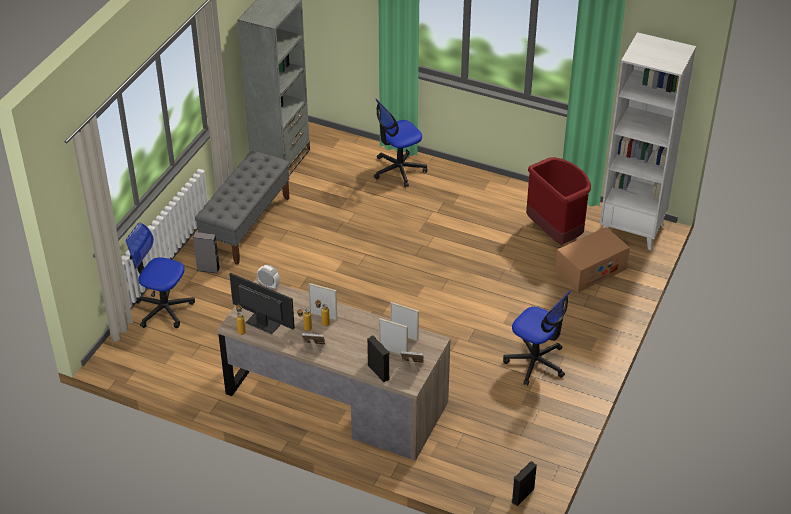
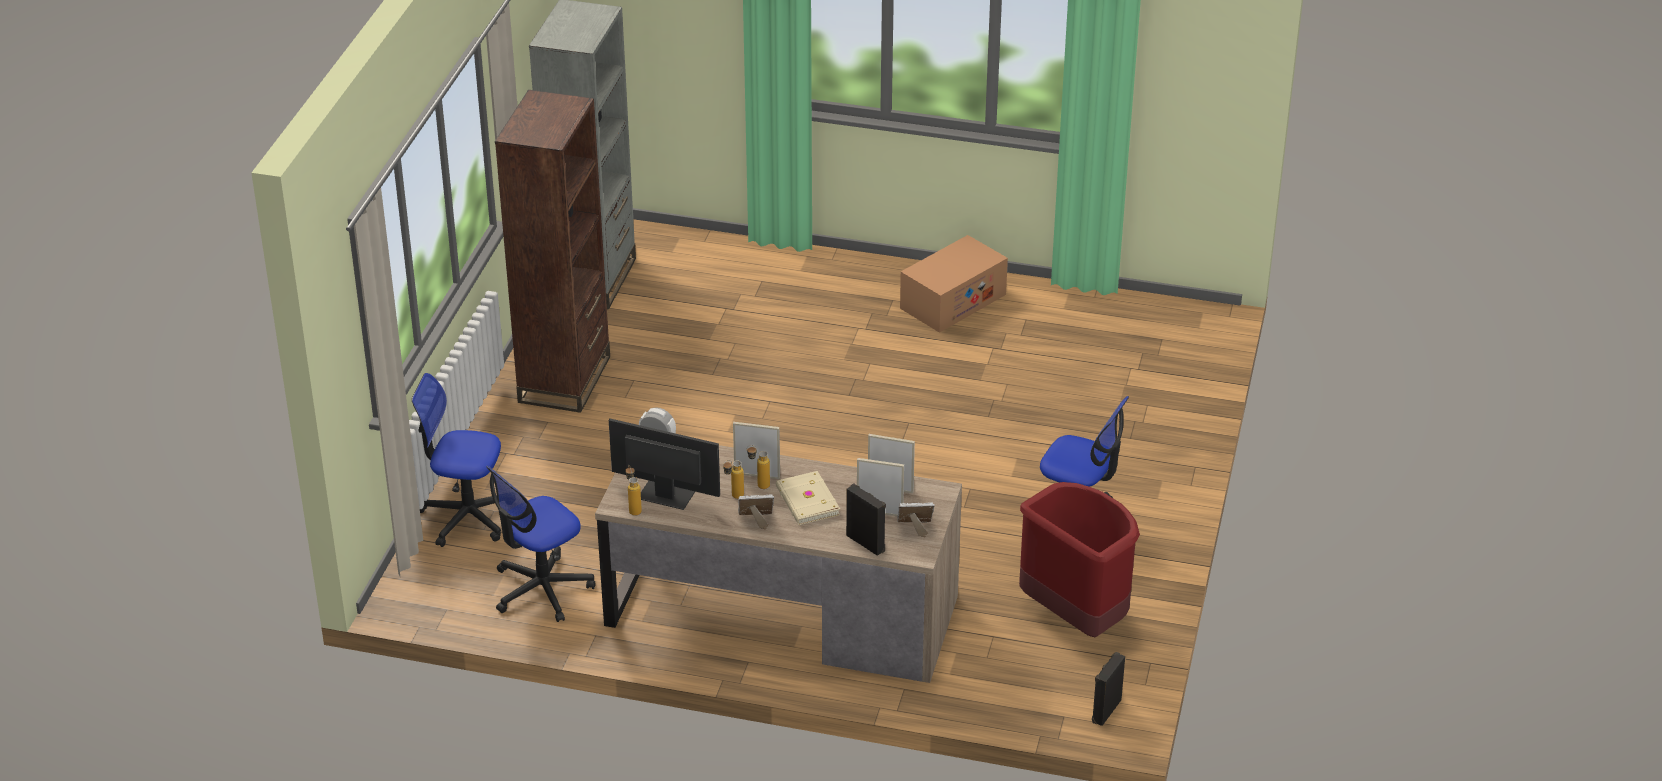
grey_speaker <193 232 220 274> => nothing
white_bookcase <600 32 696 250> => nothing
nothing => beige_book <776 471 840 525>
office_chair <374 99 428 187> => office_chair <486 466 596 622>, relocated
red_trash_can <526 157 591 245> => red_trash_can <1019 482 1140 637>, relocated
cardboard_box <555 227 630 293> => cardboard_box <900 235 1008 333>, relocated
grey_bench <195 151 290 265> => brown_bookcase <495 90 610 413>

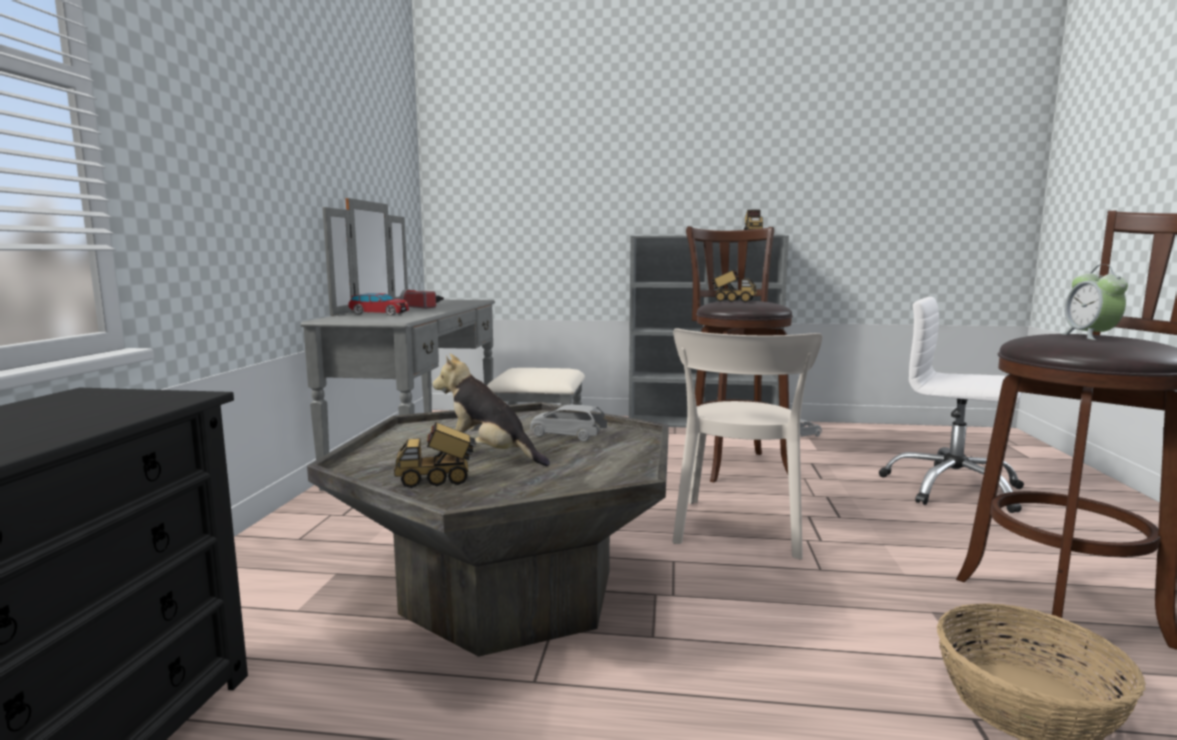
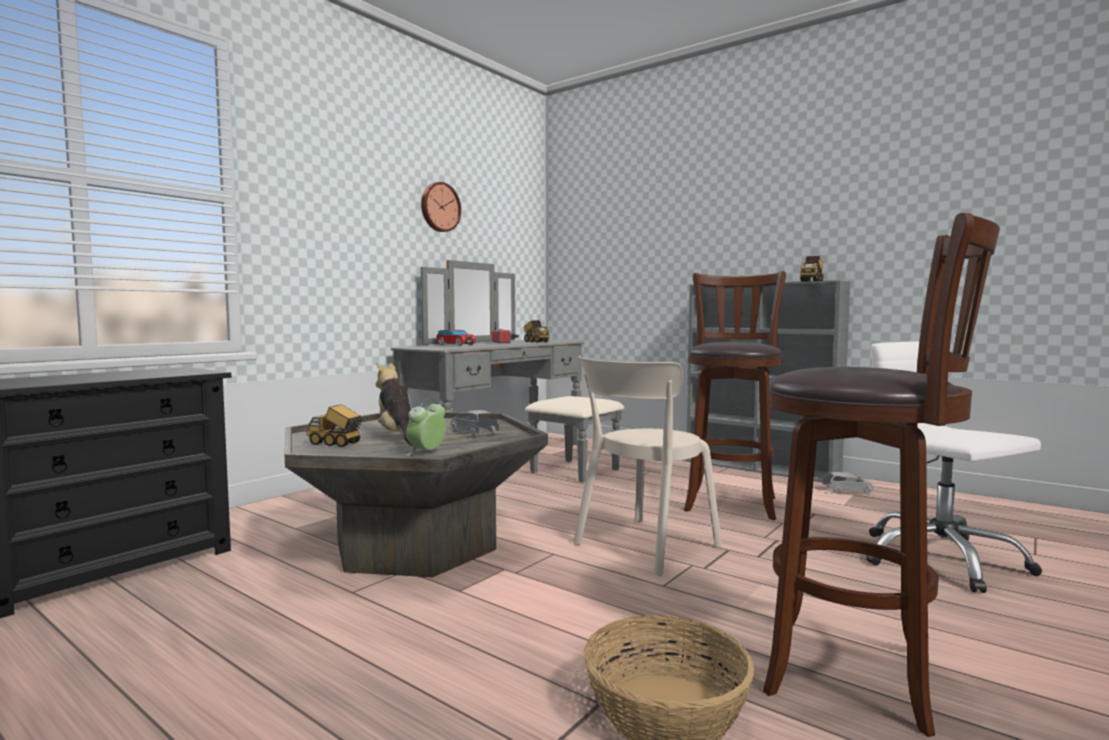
nothing => wall_clock <421 182 461 232>
toy_truck <711 270 757 303> => toy_truck <524 320 550 343>, relocated
alarm_clock <1060 264 1128 340> => alarm_clock <406 398 446 456>, relocated

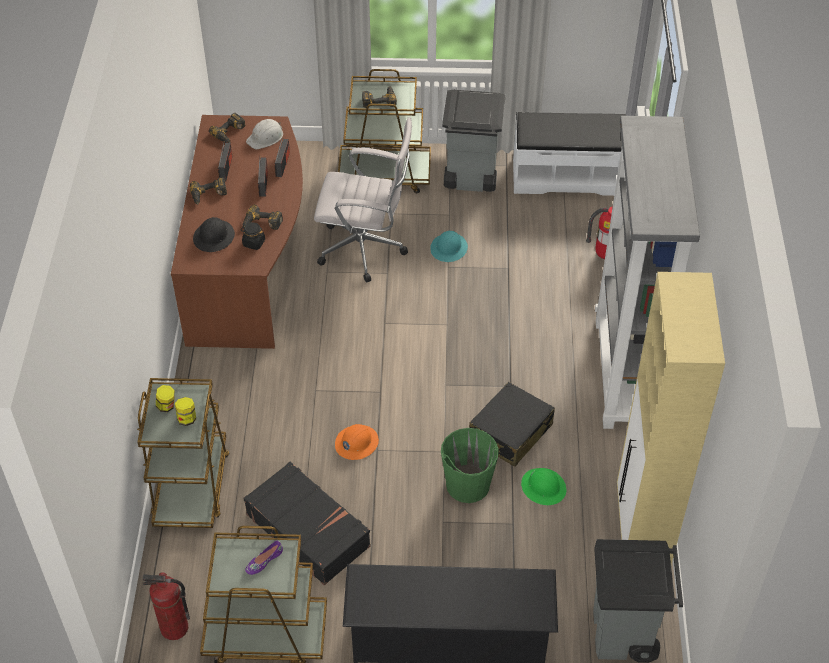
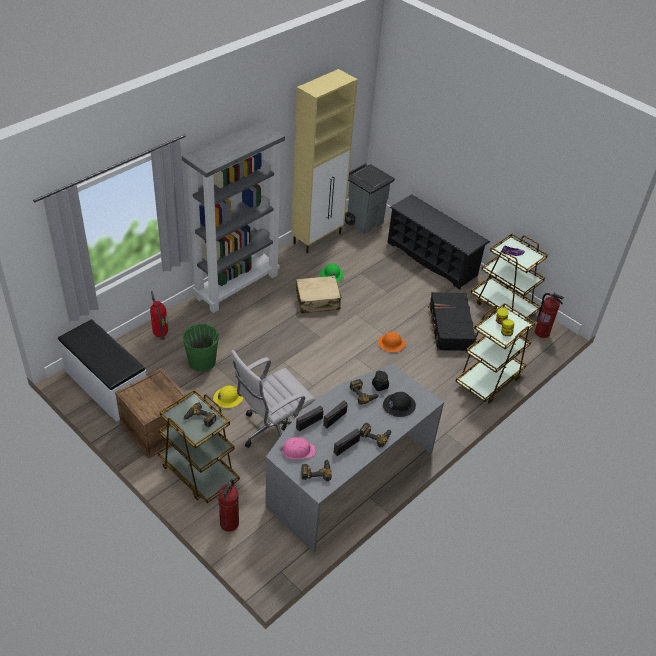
nothing => fire_extinguisher <218 479 239 532>
green_bucket <441 428 499 503> => green_bucket <183 324 219 372>, relocated
grey_trash_can <442 90 506 192> => crate <115 368 188 459>
brown_desk <171 115 303 349> => grey_desk <265 364 444 552>
white_hard_hat <246 119 283 149> => pink_hard_hat <280 437 315 460>
turquoise_hard_hat <430 231 468 262> => yellow_hard_hat <213 386 243 408>
black_suitcase <469 382 555 466> => beige_suitcase <296 276 342 313>
white_office_chair <314 117 412 282> => white_office_chair <231 350 316 448>, 90 degrees counterclockwise

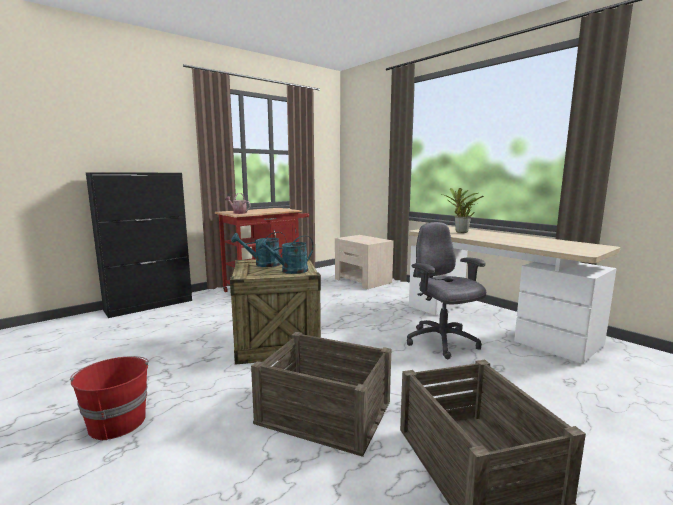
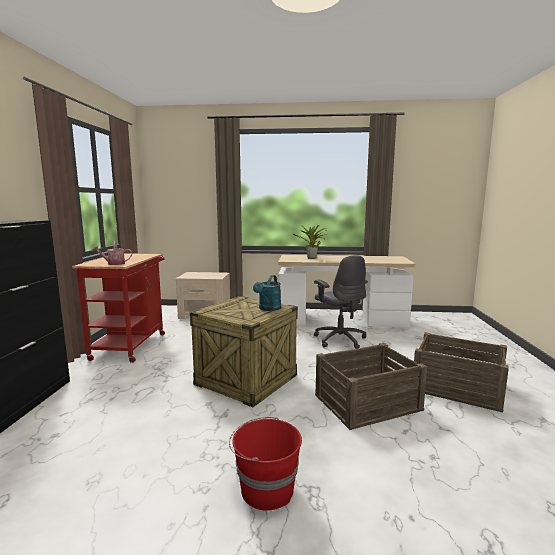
turquoise_watering_can <231 232 286 267> => nothing
grey_office_chair <407 222 486 359> => grey_office_chair <314 255 368 349>, 135 degrees counterclockwise

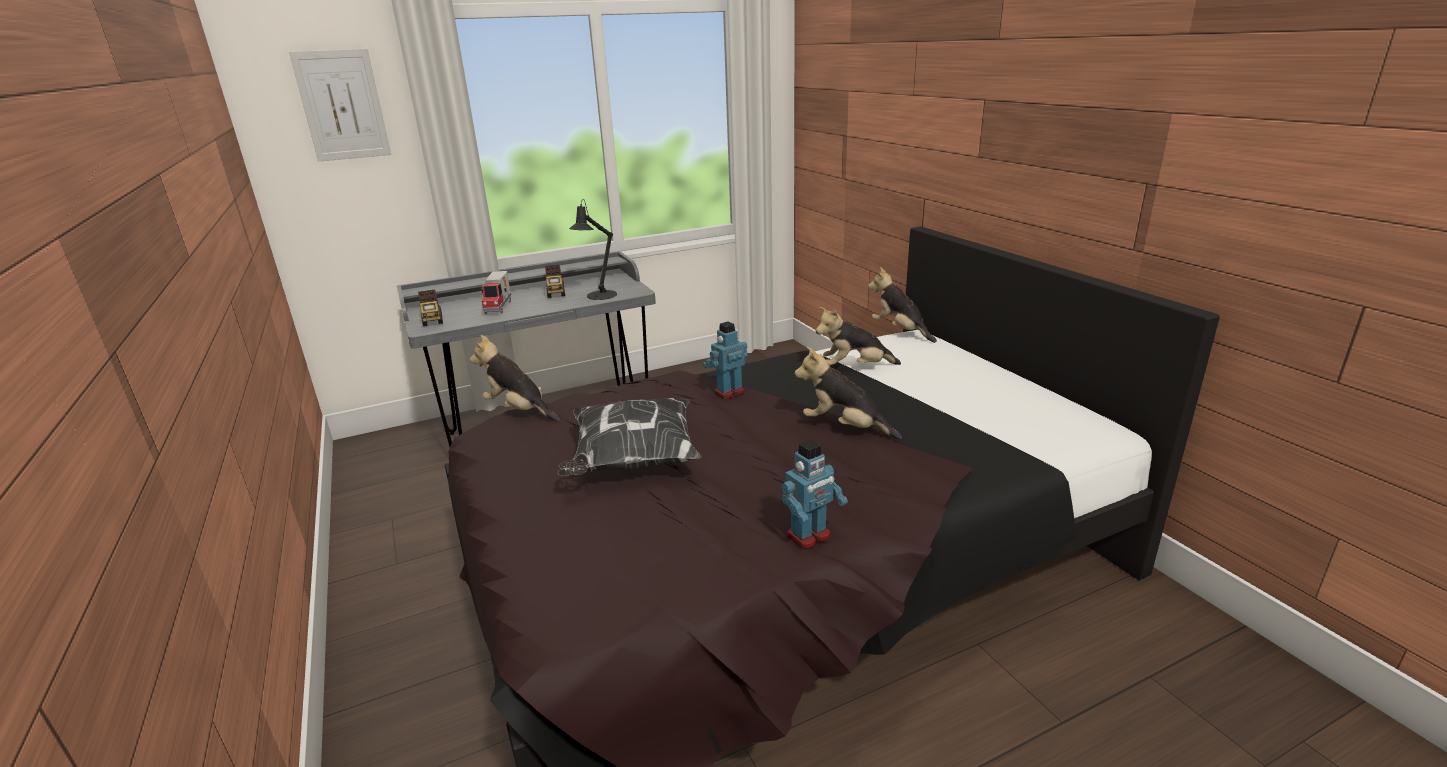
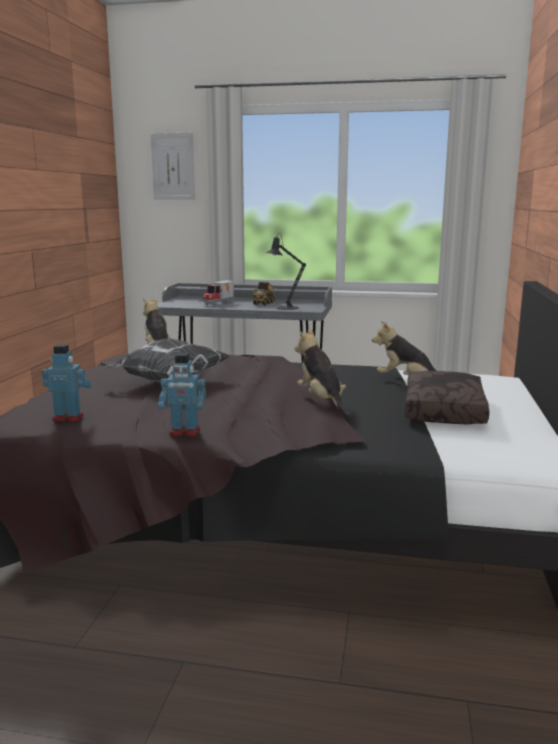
toy_truck <418 290 443 326> => nothing
plush_toy <868 267 937 343> => nothing
nothing => brown_pillow <405 371 489 424>
toy_robot <702 321 748 399> => toy_robot <42 344 91 422>, relocated

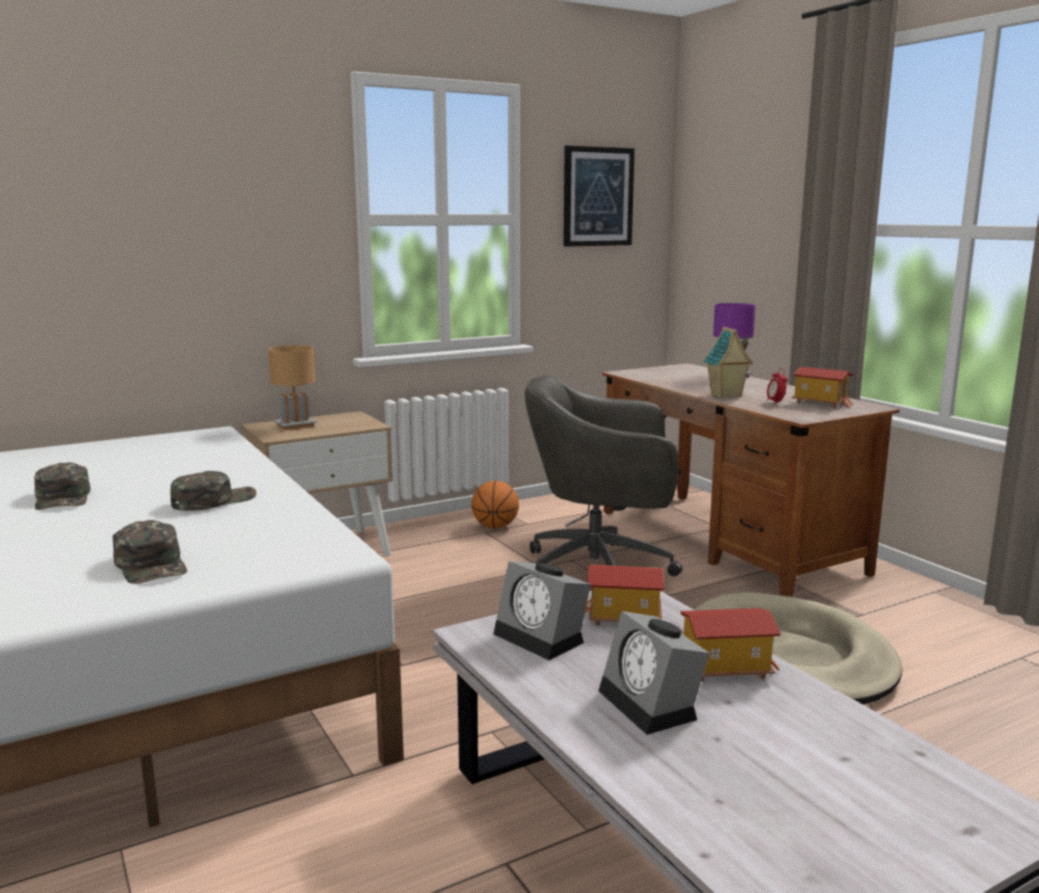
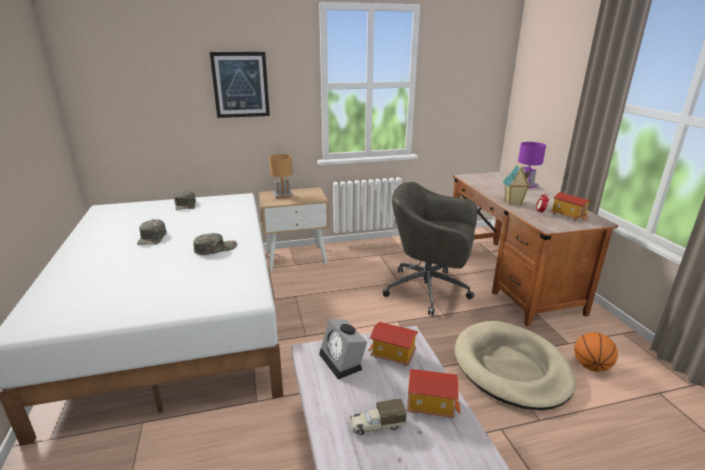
green_cap <112 520 187 584> => green_cap <174 190 196 210>, relocated
basketball <471 481 519 528> => basketball <574 332 618 372>, relocated
picture <563 145 635 247> => picture <210 52 270 118>, relocated
alarm_clock <599 611 710 735> => toy_truck <350 399 407 435>

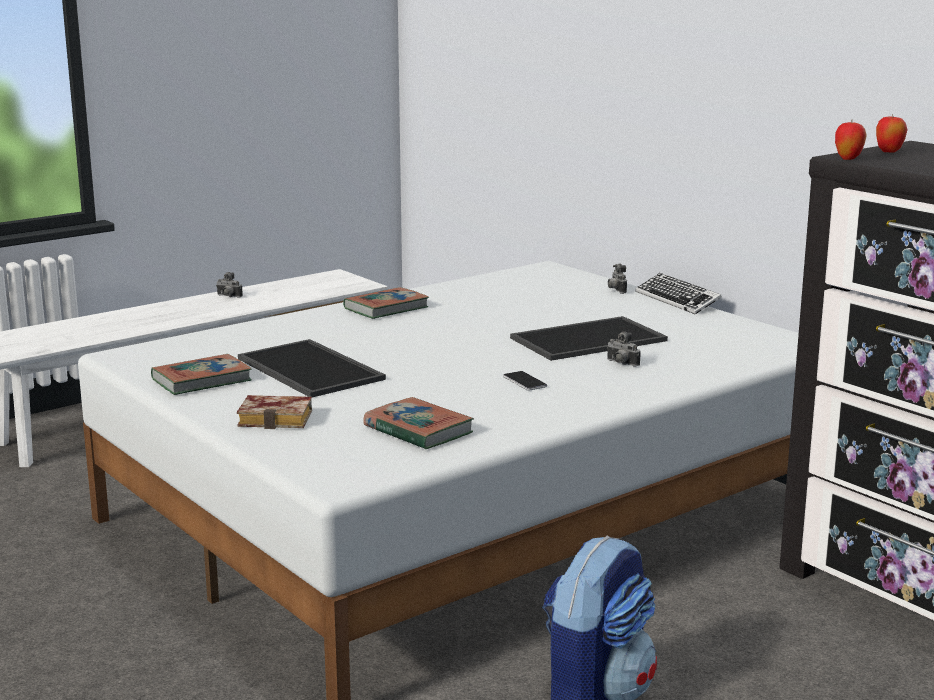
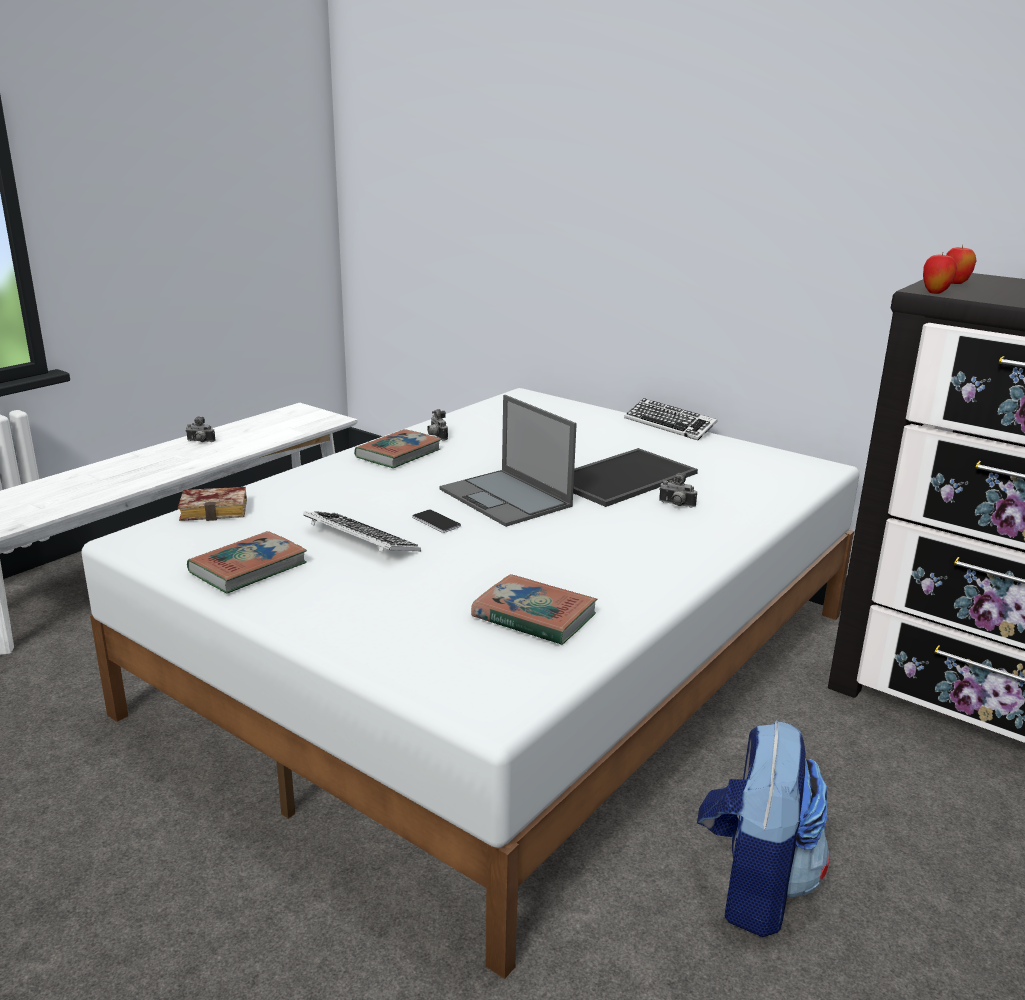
nothing => laptop <439 395 577 527>
book <237 395 312 429> => book <178 487 247 521>, relocated
phone <503 371 547 391> => phone <412 510 461 533>, relocated
photo_camera <608 263 627 294> => photo_camera <427 409 448 440>, relocated
tray <238 339 386 397> => keyboard <303 511 421 552>

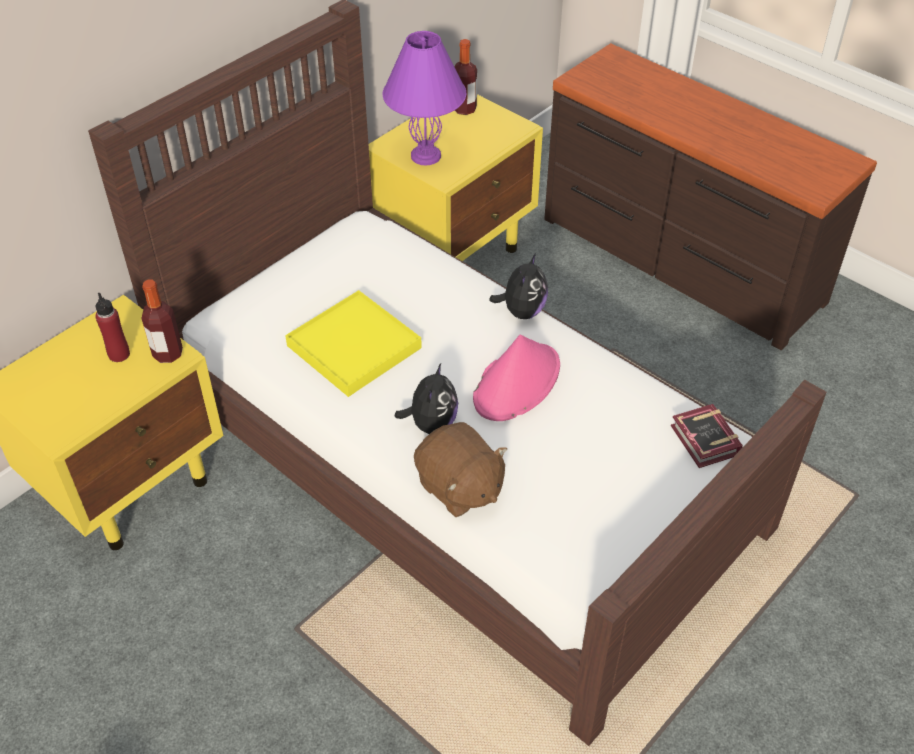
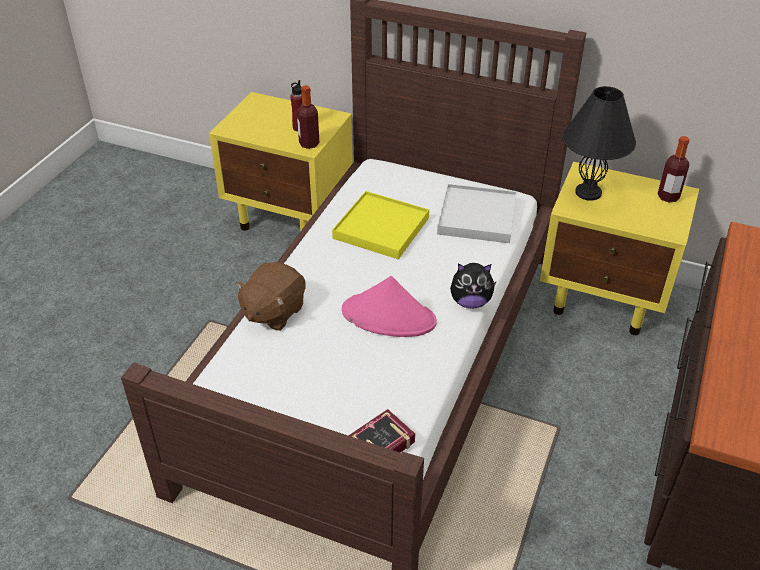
plush_toy <394 363 458 434> => nothing
nothing => white_tray <437 184 517 243>
purple_table_lamp <383 31 466 165> => black_table_lamp <562 86 636 201>

